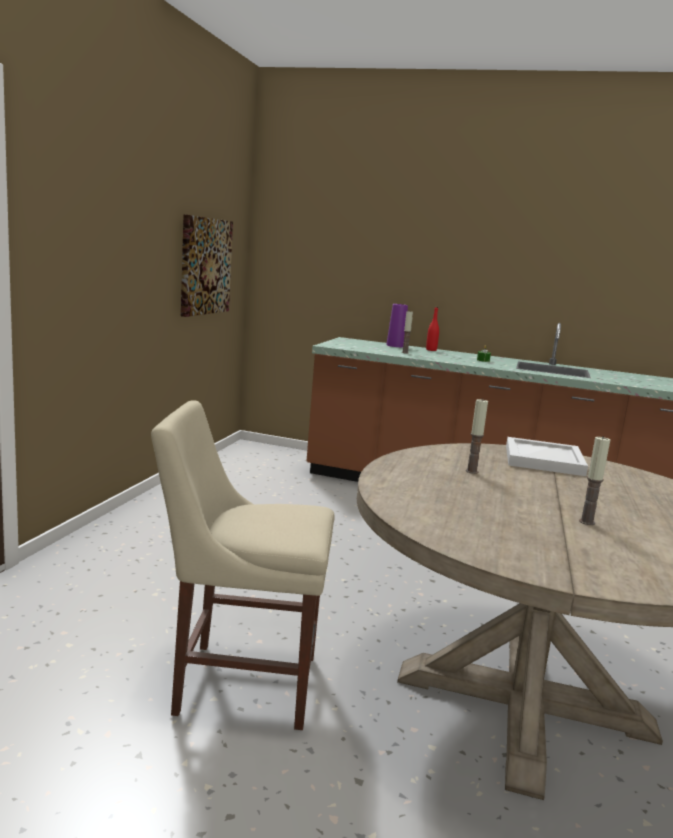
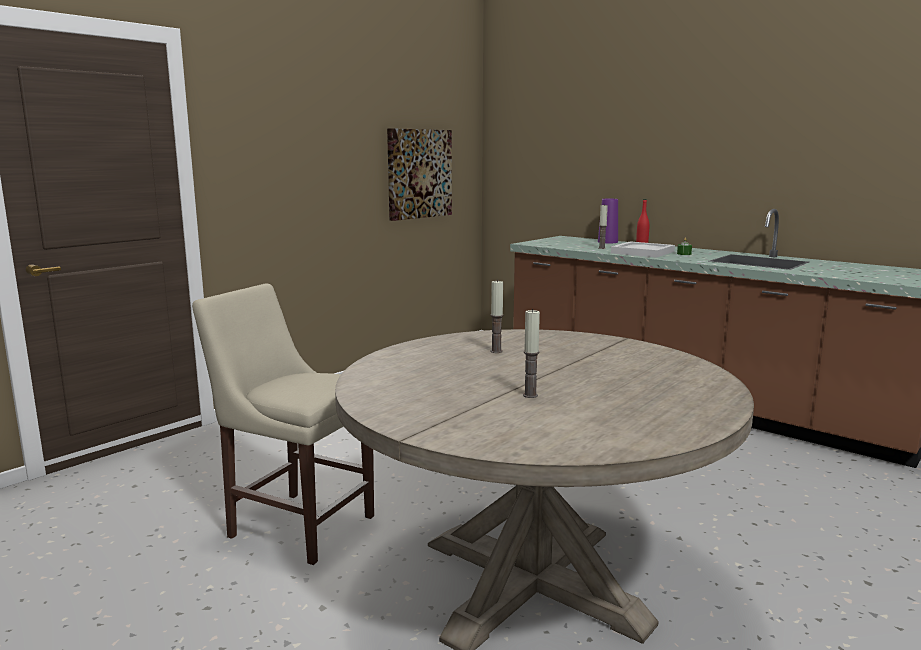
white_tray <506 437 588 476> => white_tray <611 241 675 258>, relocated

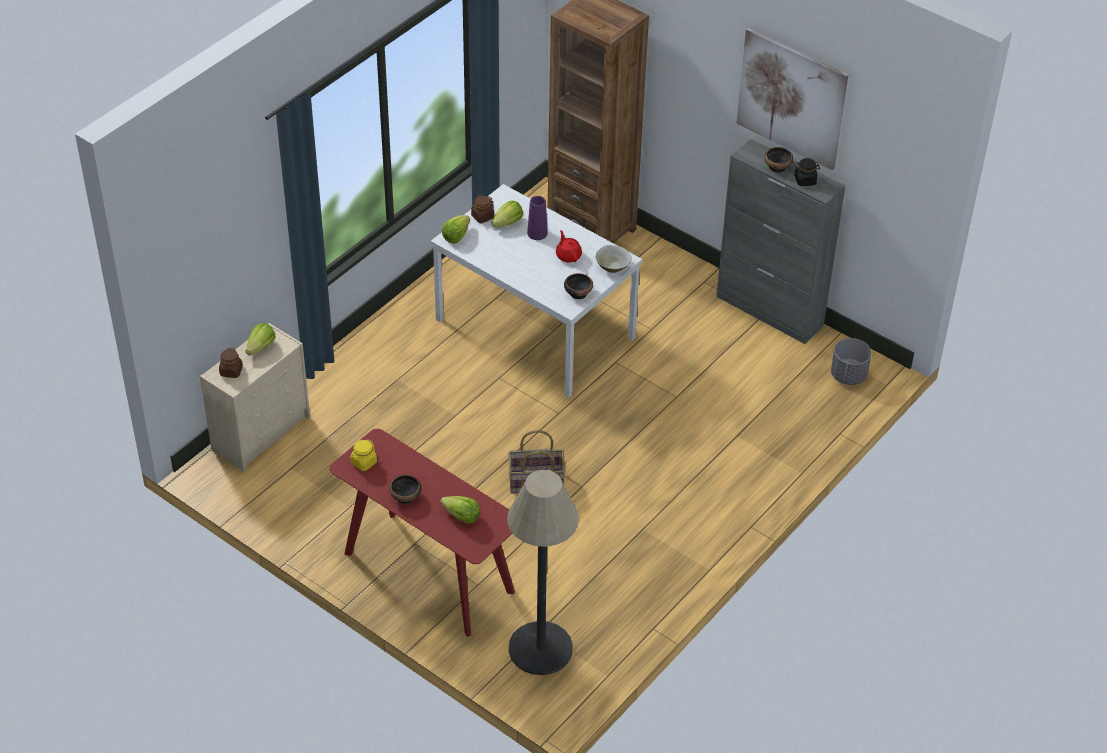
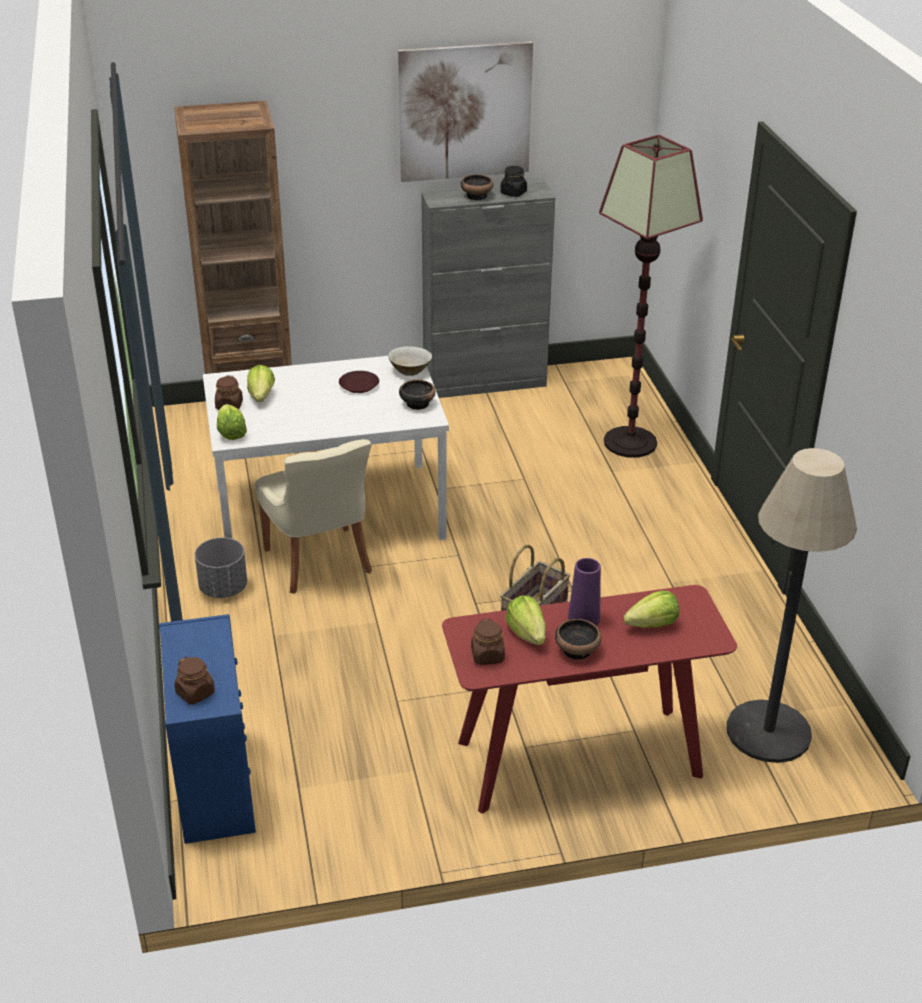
nothing => beige_chair <255 439 372 594>
nothing => floor_lamp <599 135 703 458>
lettuce <245 323 276 355> => lettuce <506 595 546 645>, relocated
purple_vase <527 196 548 240> => purple_vase <568 558 601 626>, relocated
grey_planter <831 338 872 385> => grey_planter <195 537 247 598>, relocated
red_teapot <556 230 582 262> => brown_plate <339 371 379 393>
beige_dresser <200 323 310 472> => blue_dresser <159 614 256 844>
yellow_jar <351 439 377 471> => brown_jar <471 619 505 665>

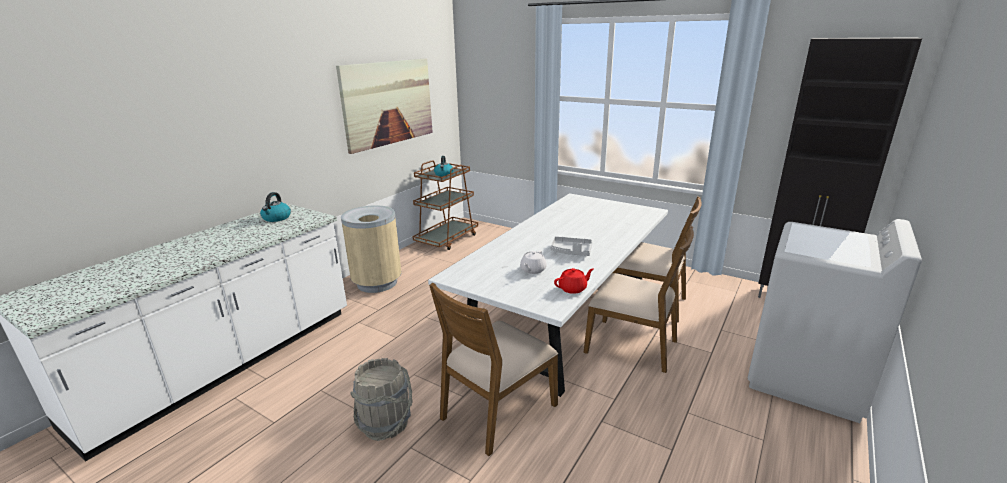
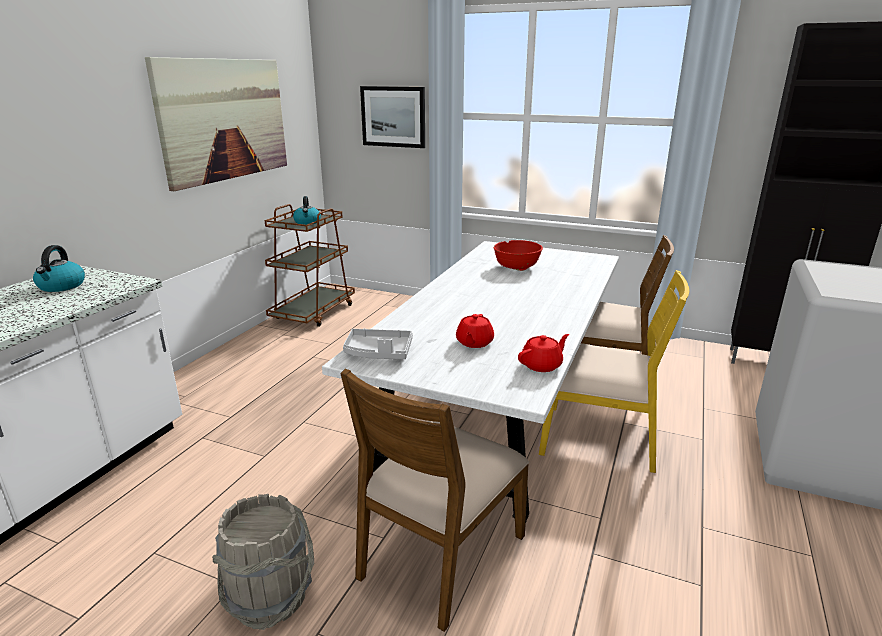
beige_trash_can <341 205 402 293> => nothing
nothing => picture <360 86 425 148>
nothing => red_bowl <494 240 543 271>
grey_tray <551 236 592 256> => grey_tray <343 328 413 359>, relocated
white_teapot <520 250 547 274> => red_teapot <456 314 494 348>
brown_chair <583 226 694 373> => yellow_chair <539 270 689 473>

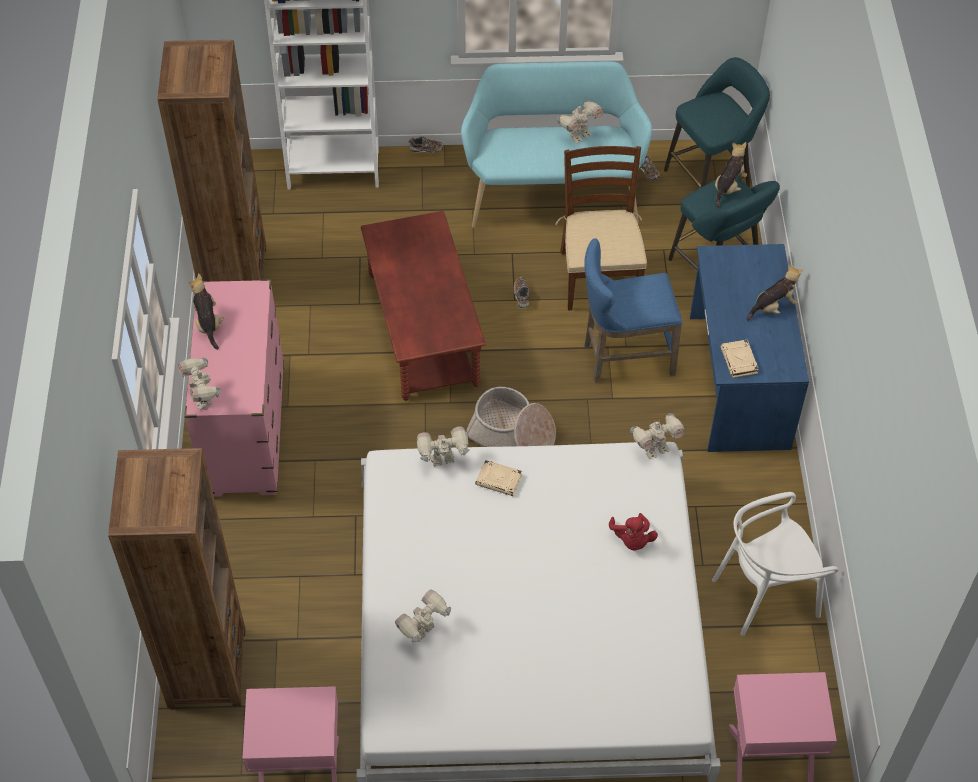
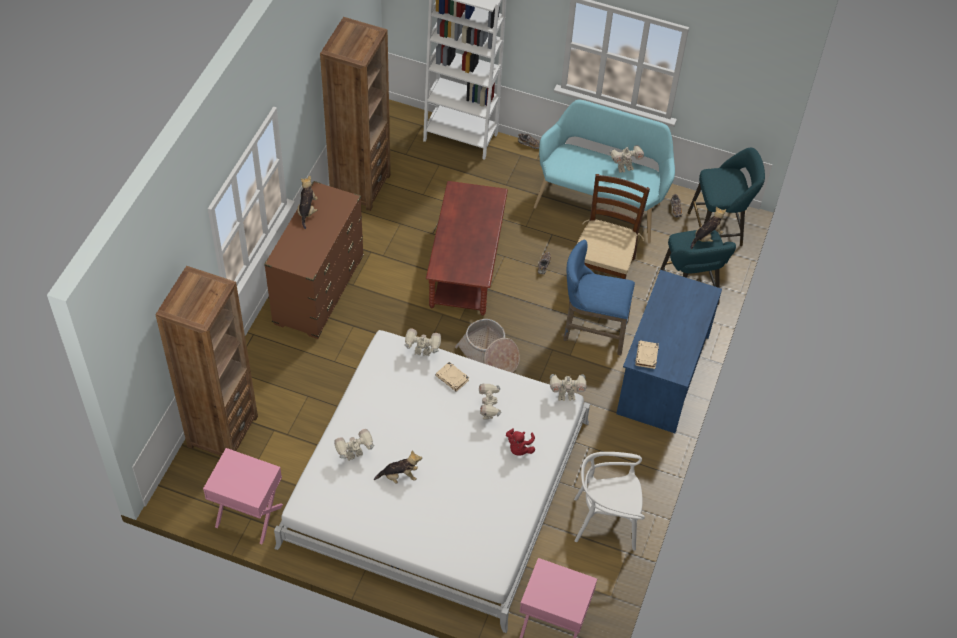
toy_robot <178 357 221 410> => toy_robot <479 384 502 419>, relocated
plush_toy <746 264 803 321> => plush_toy <374 450 422 484>, relocated
pink_dresser <184 279 284 497> => brown_dresser <264 181 364 339>

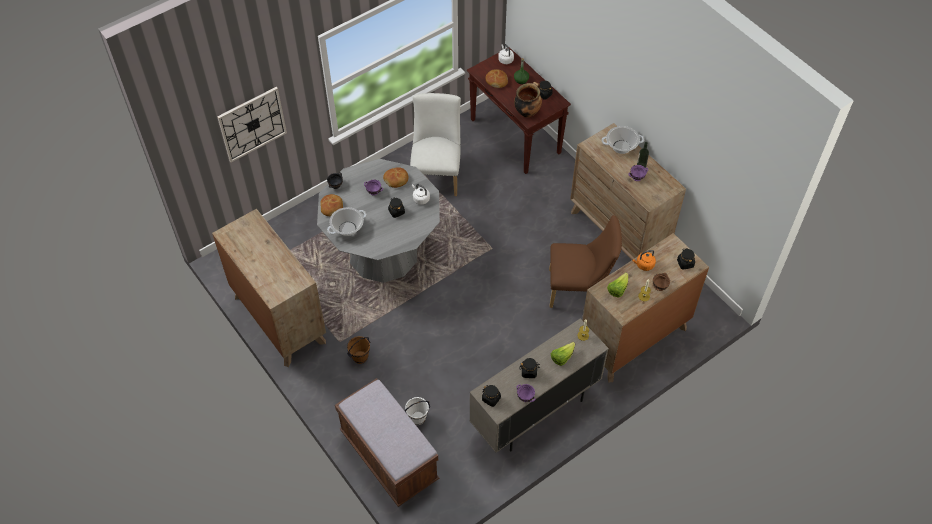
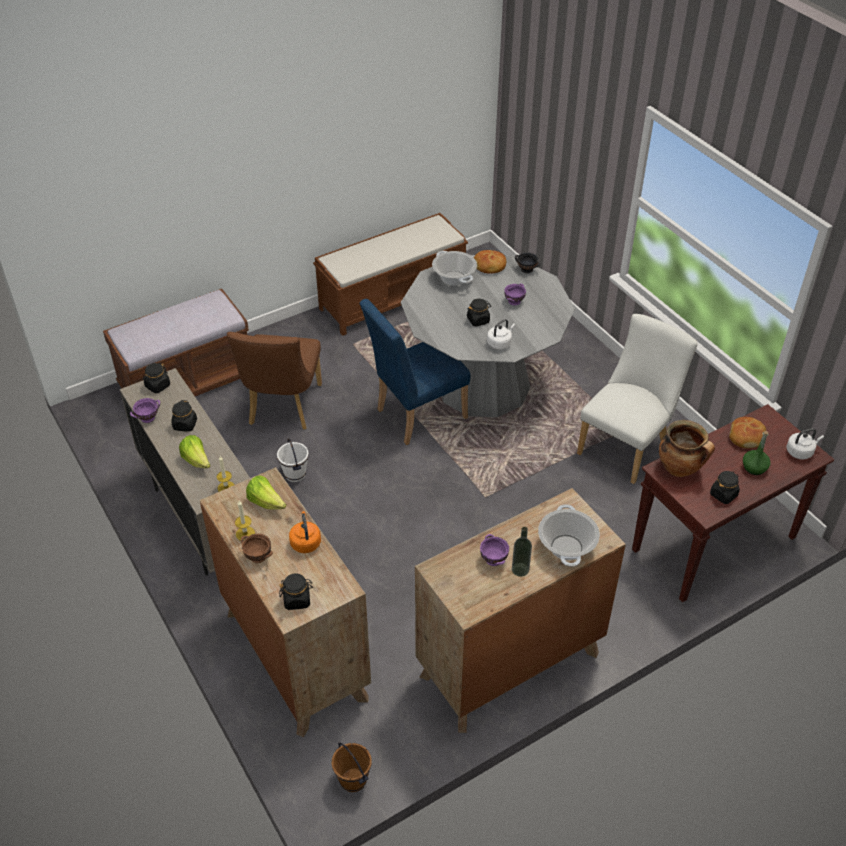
wall_clock <217 87 287 162> => nothing
bread <383 167 409 188> => nothing
nothing => blue_chair <360 299 470 445>
brown_bucket <347 336 371 364> => brown_bucket <331 742 372 792>, relocated
white_bucket <405 397 430 425> => white_bucket <277 438 309 482>, relocated
brown_chair <549 215 622 308> => brown_chair <227 332 322 430>, relocated
brown_dresser <212 209 326 367> => brown_bench <313 213 468 336>
white_chair <410 93 461 196> => white_chair <577 314 698 484>, 60 degrees counterclockwise

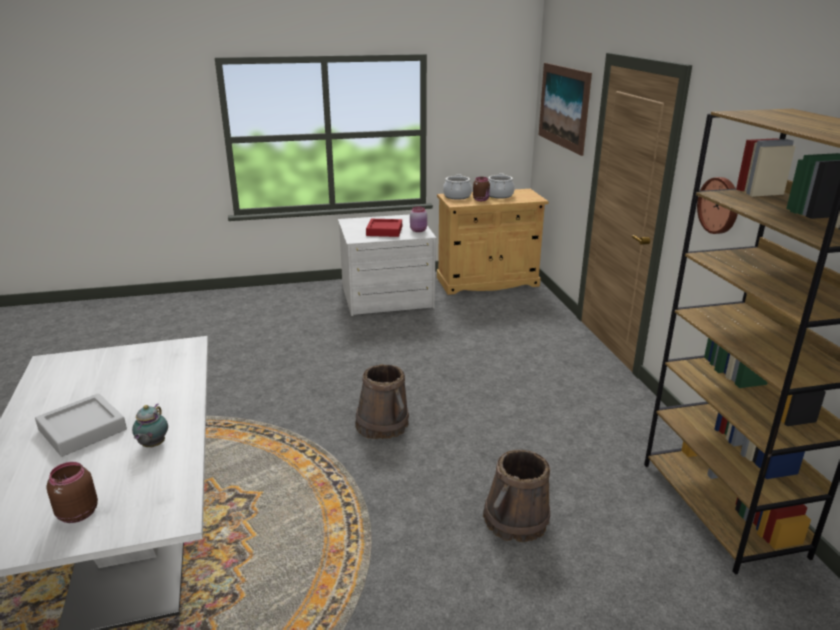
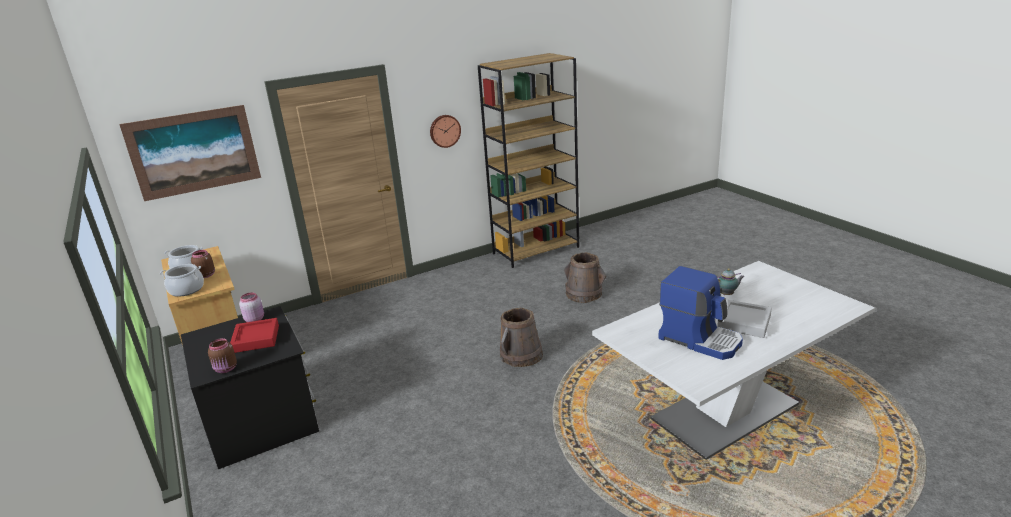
nothing => coffee_machine <658 266 743 360>
brown_jar <46 462 98 523> => brown_jar <208 338 237 373>, relocated
white_dresser <338 214 436 316> => black_dresser <181 306 319 469>

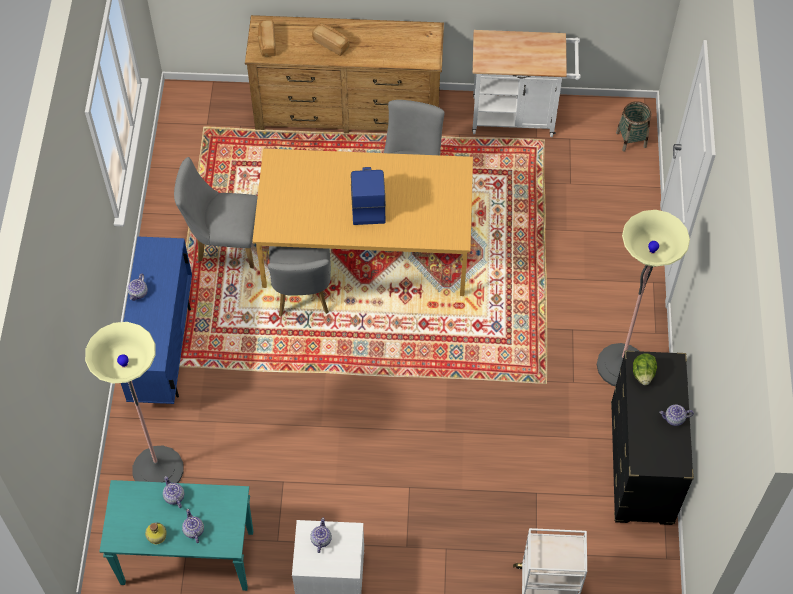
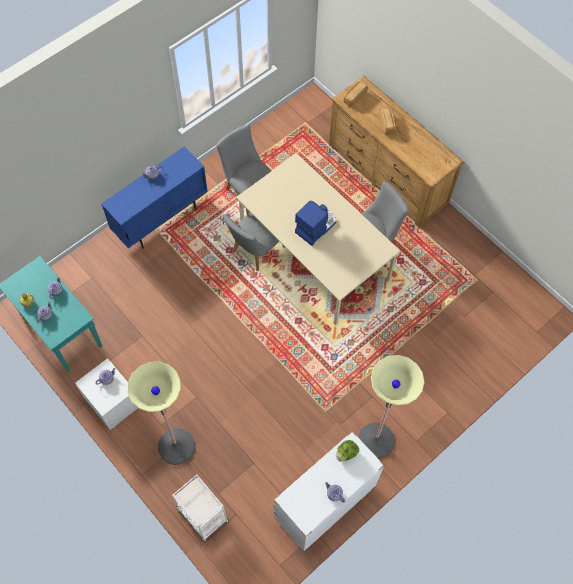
white_cart <472 30 581 137> => nothing
basket <616 101 651 152> => nothing
floor_lamp <85 322 184 483> => floor_lamp <127 362 195 465>, relocated
orange_dining_table <252 149 473 296> => beige_dining_table <236 153 400 325>
black_dresser <611 350 694 525> => white_dresser <274 431 385 552>

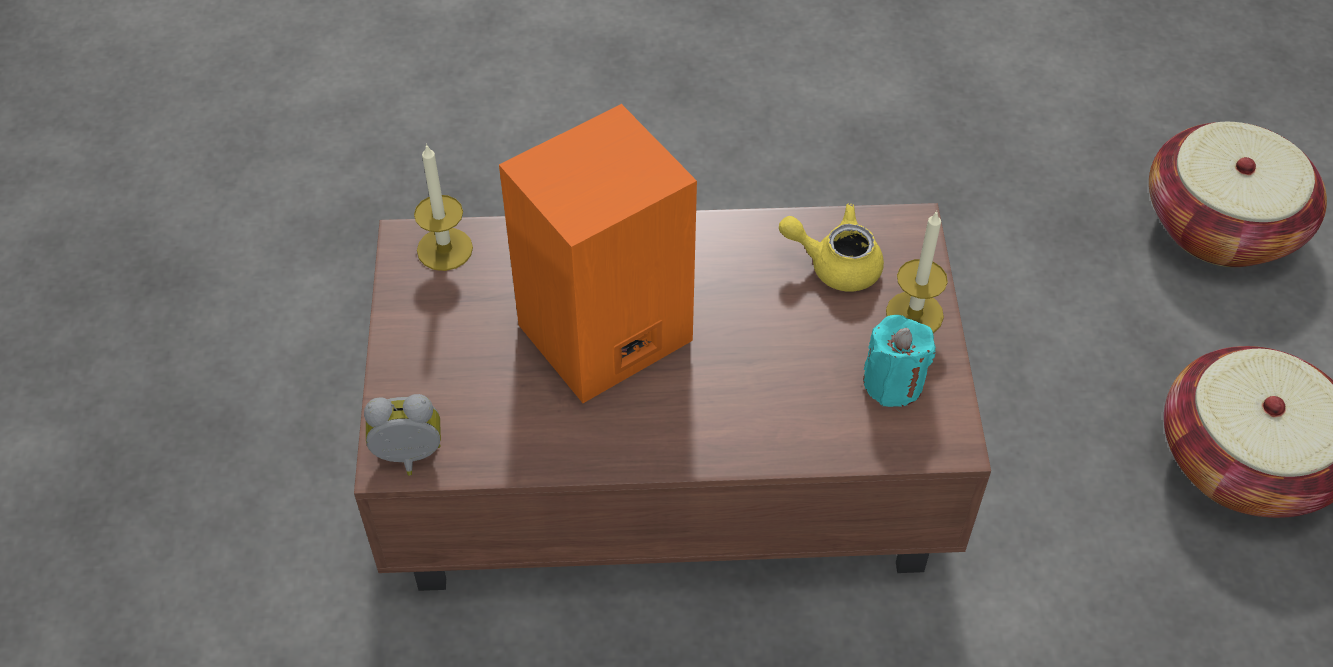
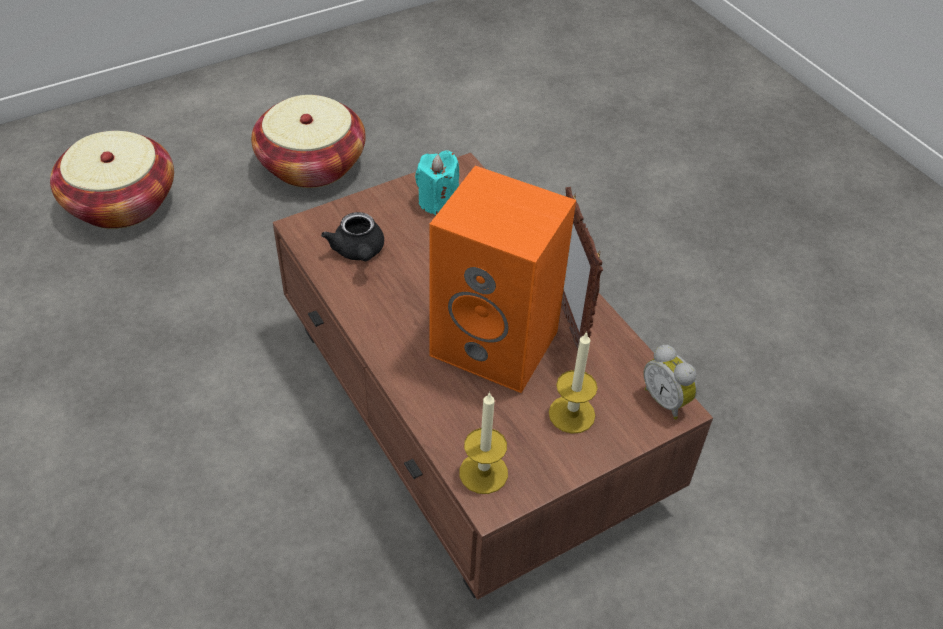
nothing => picture_frame <561 187 603 349>
candle <886 210 948 333> => candle <549 331 598 434>, relocated
yellow_teapot <779 204 884 292> => black_teapot <321 212 384 261>

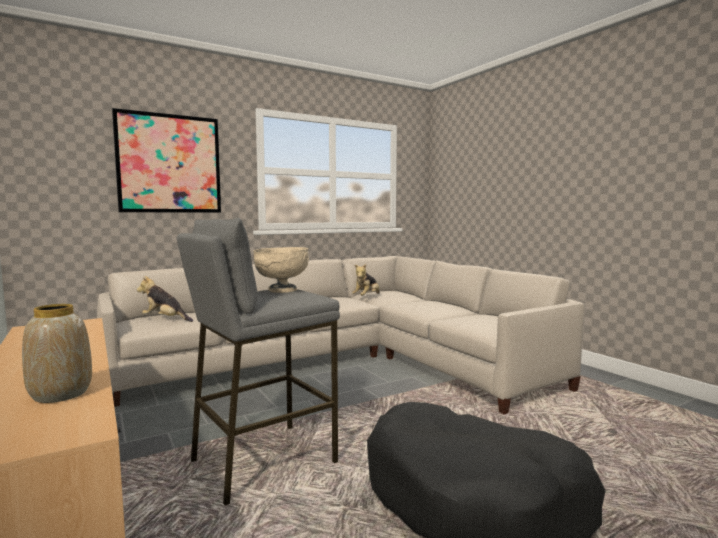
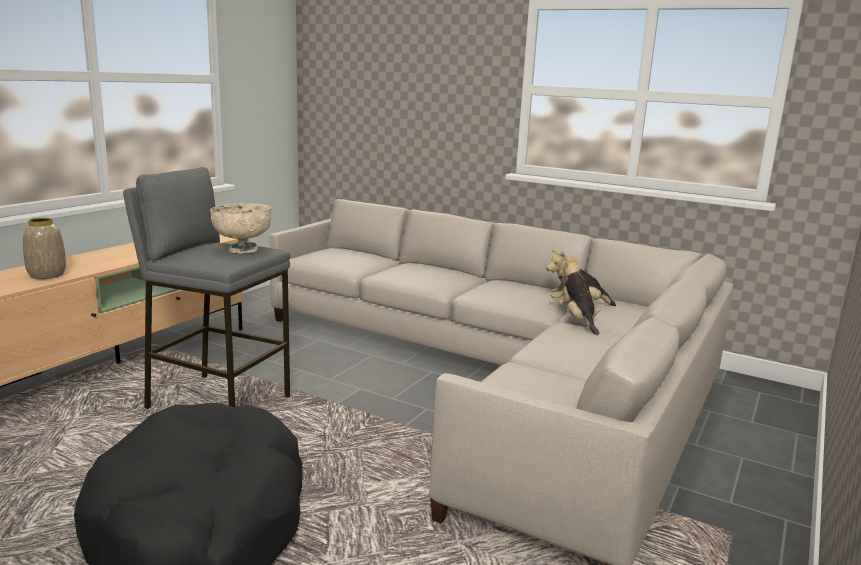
picture <112 108 221 213> => nothing
plush_toy <137 276 193 322> => plush_toy <559 256 600 335>, relocated

